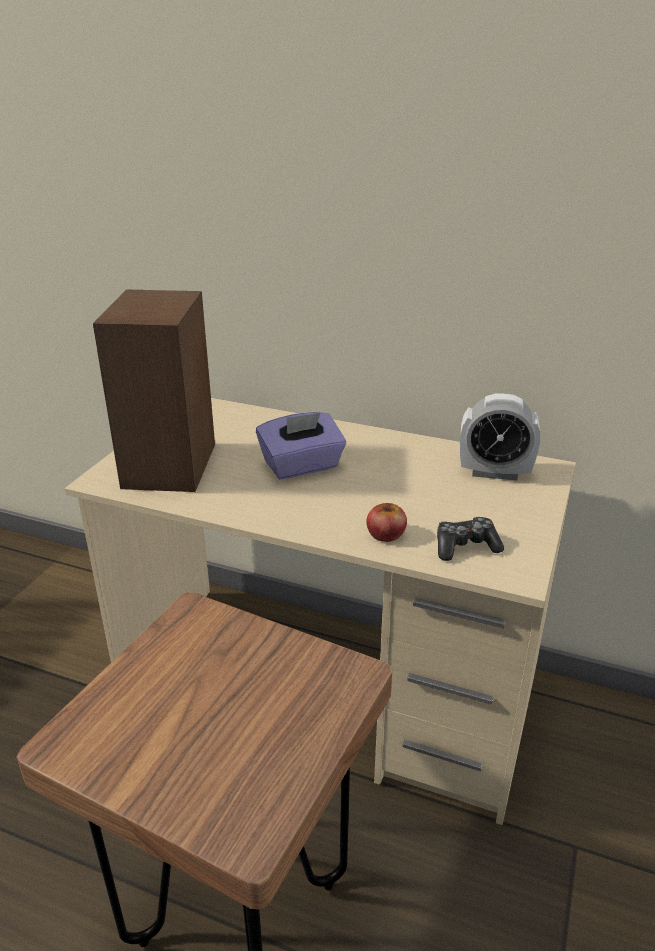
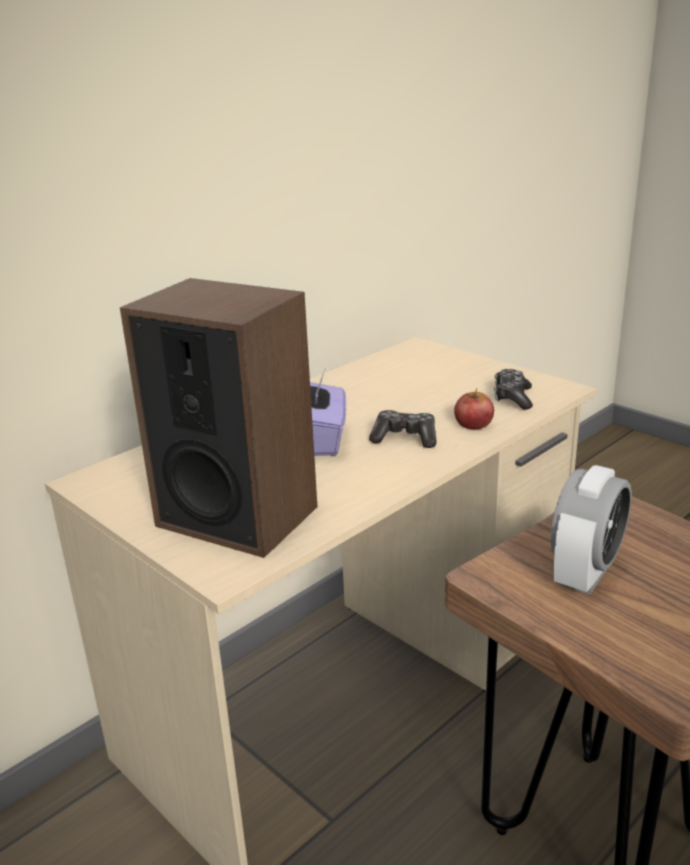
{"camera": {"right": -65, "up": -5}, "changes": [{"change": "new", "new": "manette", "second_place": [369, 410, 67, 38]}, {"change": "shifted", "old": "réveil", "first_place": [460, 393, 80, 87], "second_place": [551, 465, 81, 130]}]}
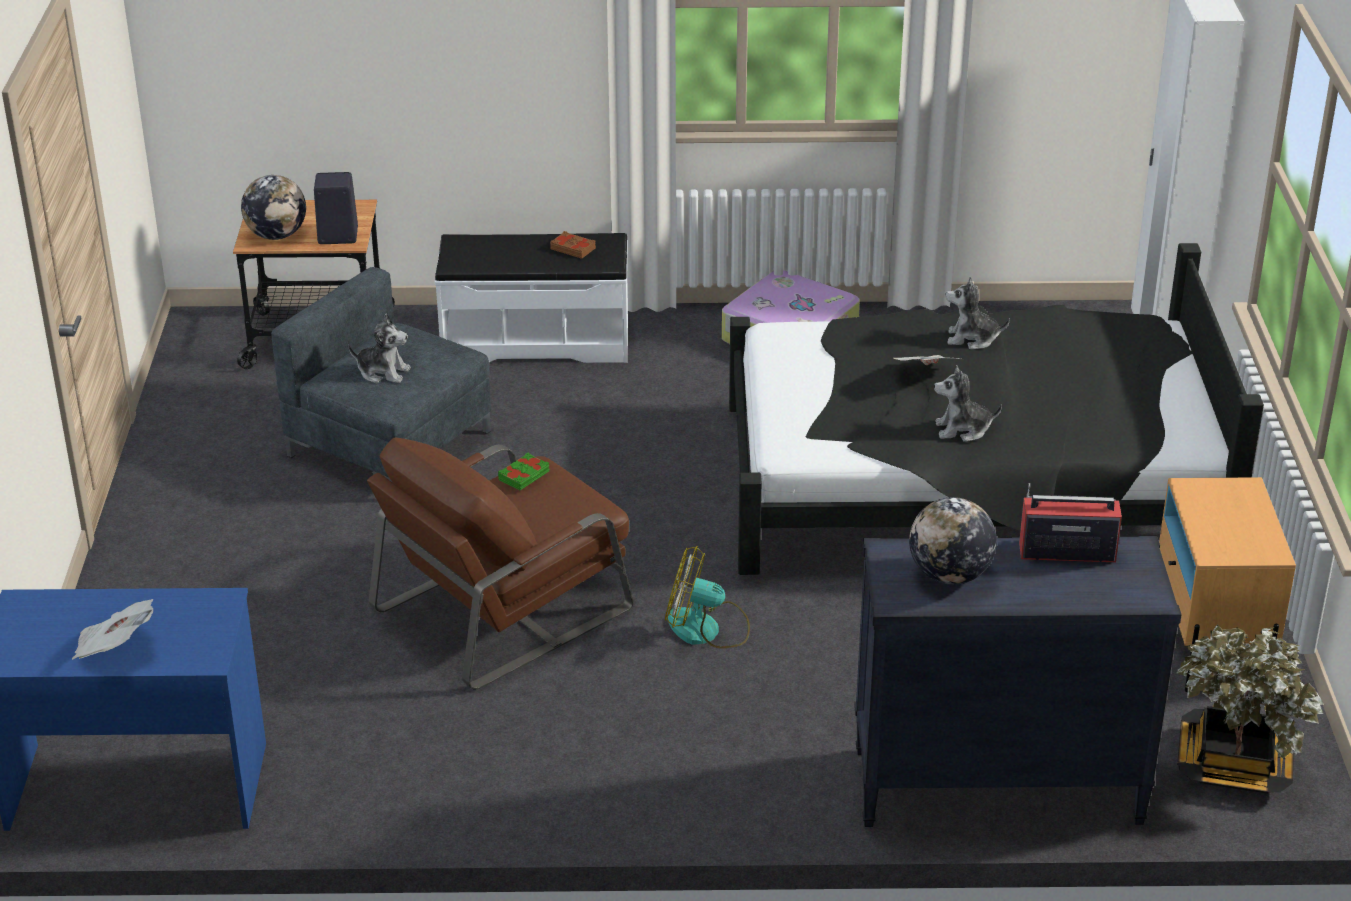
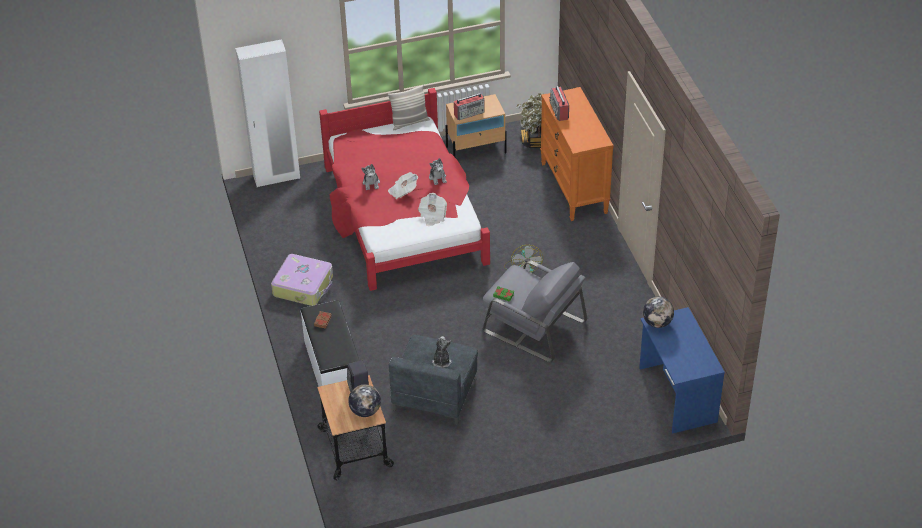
{"camera": {"right": -105, "up": 10}, "changes": [{"change": "new", "new": "coussin", "second_place": [388, 85, 42, 46]}, {"change": "new", "new": "radio", "second_place": [454, 93, 31, 27]}, {"change": "shifted", "old": "journal", "first_place": [72, 599, 82, 61], "second_place": [418, 193, 29, 33]}, {"change": "shifted", "old": "globe", "first_place": [909, 497, 88, 88], "second_place": [643, 297, 31, 31]}, {"change": "repainted", "old": "fauteuil (marron)", "new": "fauteuil (gris)", "first_place": [367, 438, 267, 251], "second_place": [482, 260, 105, 102]}, {"change": "repainted", "old": "lit (noir)", "new": "lit (rouge)", "first_place": [729, 243, 535, 332], "second_place": [319, 88, 171, 203]}, {"change": "repainted", "old": "commode (noir)", "new": "commode (orange)", "first_place": [854, 536, 328, 291], "second_place": [540, 87, 74, 134]}]}
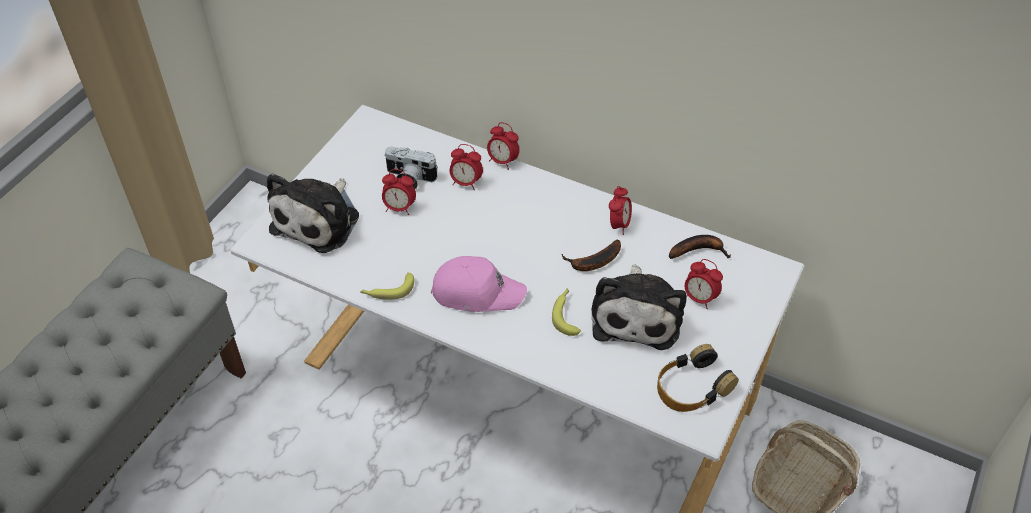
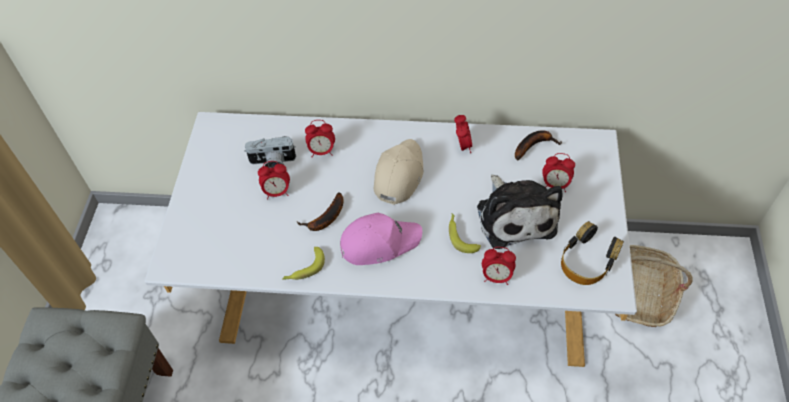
{"camera": {"right": -20, "up": 5}, "changes": [{"change": "gone", "old": "peluche", "first_place": [267, 173, 92, 80]}, {"change": "new", "new": "casquette (beige)", "second_place": [374, 139, 50, 66]}, {"change": "shifted", "old": "réveil", "first_place": [487, 122, 32, 48], "second_place": [482, 247, 34, 38]}, {"change": "shifted", "old": "banane", "first_place": [562, 240, 59, 31], "second_place": [296, 192, 48, 39]}]}
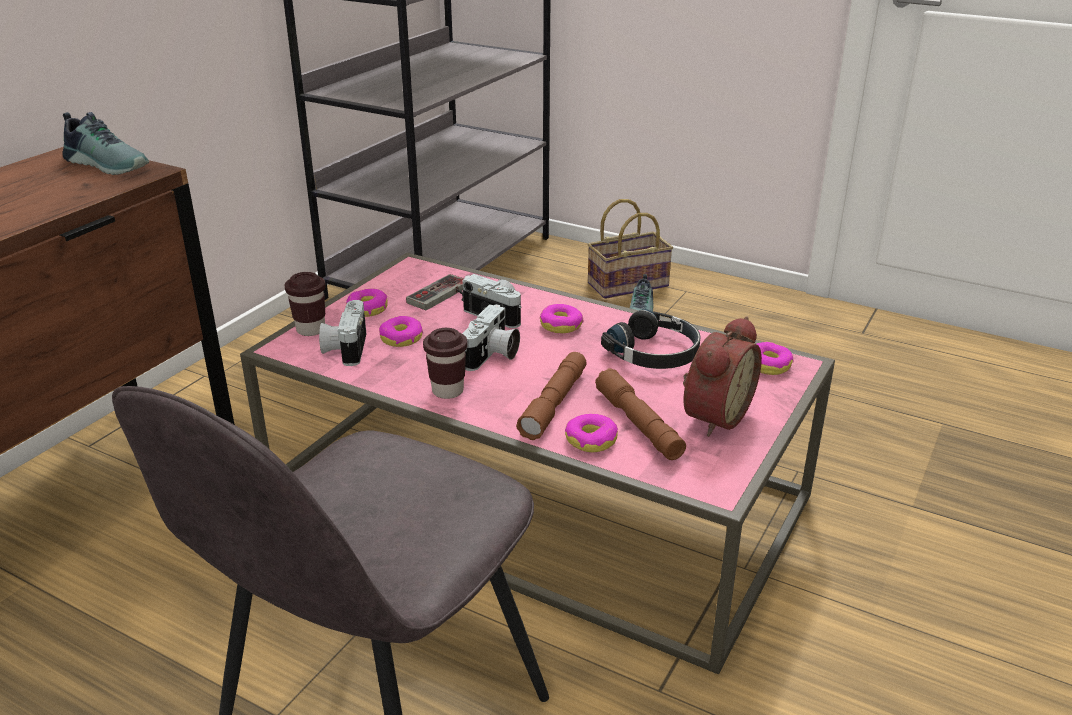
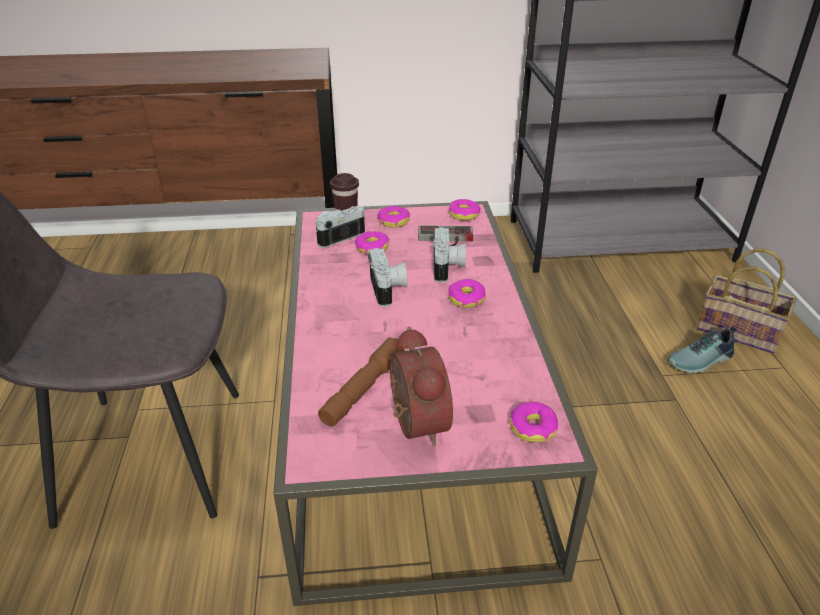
{"camera": {"right": 55, "up": 5}, "changes": [{"change": "gone", "old": "chaussure", "first_place": [63, 112, 86, 63]}, {"change": "gone", "old": "tasse (marron)", "first_place": [423, 328, 45, 71]}, {"change": "gone", "old": "lampe de poche (marron)", "first_place": [516, 352, 70, 88]}, {"change": "gone", "old": "casque audio (noir)", "first_place": [601, 309, 100, 60]}, {"change": "shifted", "old": "beignet", "first_place": [565, 414, 53, 38], "second_place": [449, 199, 32, 21]}, {"change": "rotated", "old": "appareil photo", "first_place": [462, 304, 58, 67], "second_place": [368, 248, 39, 59], "degrees": -90}, {"change": "rotated", "old": "réveil", "first_place": [683, 316, 79, 121], "second_place": [390, 327, 63, 120], "degrees": -105}]}
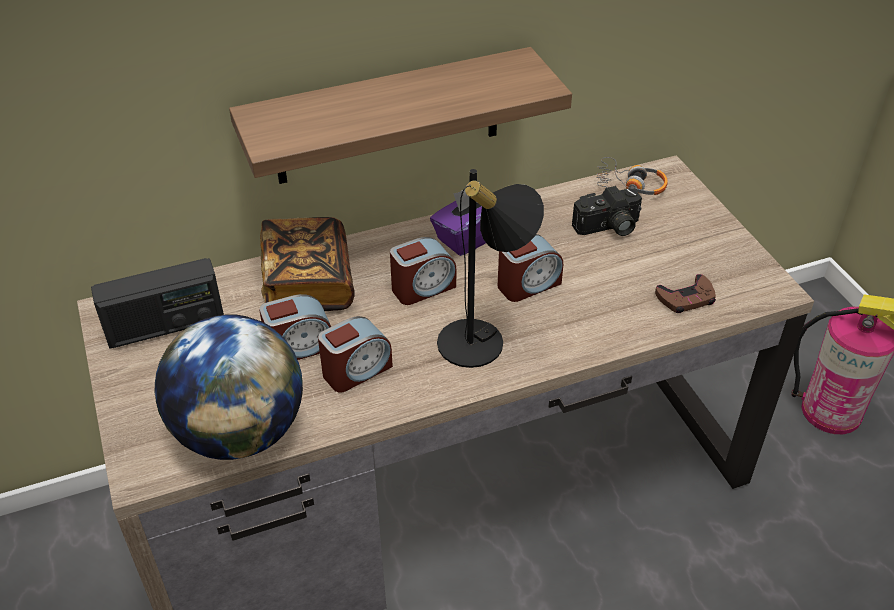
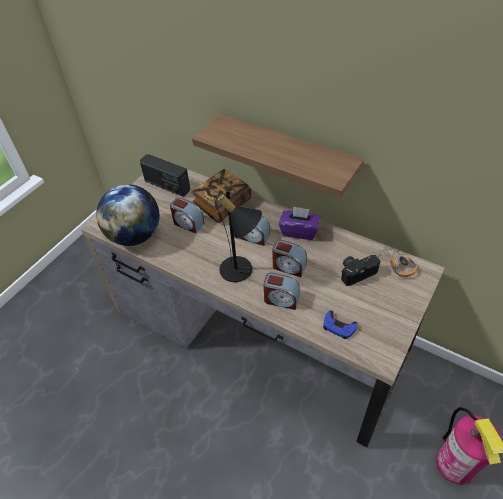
{"camera": {"right": 55, "up": 5}, "changes": [{"change": "shifted", "old": "réveil", "first_place": [318, 316, 75, 77], "second_place": [264, 273, 36, 37]}, {"change": "repainted", "old": "manette (marron)", "new": "manette (bleu)", "first_place": [655, 274, 61, 39], "second_place": [323, 310, 35, 29]}, {"change": "rotated", "old": "appareil photo", "first_place": [572, 186, 70, 50], "second_place": [341, 255, 40, 31], "degrees": 120}]}
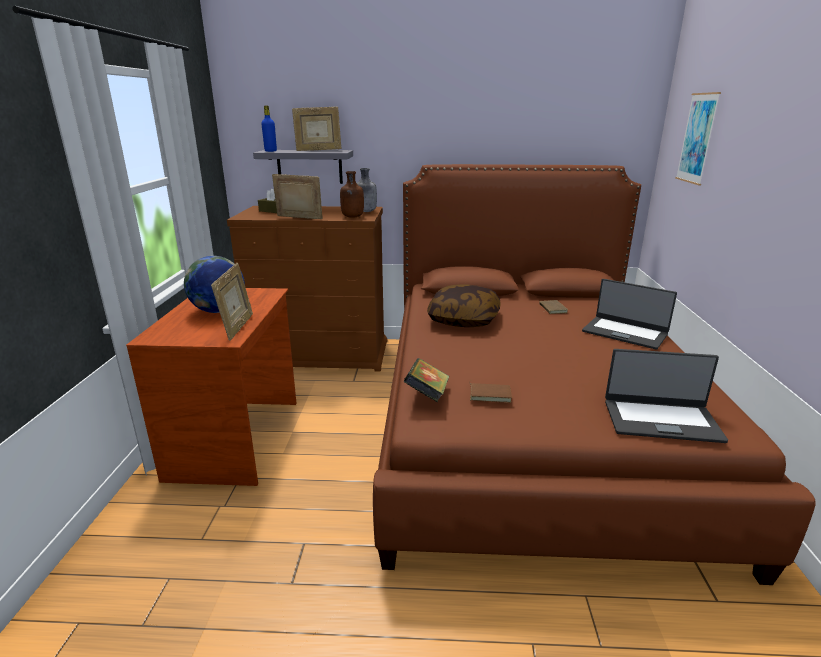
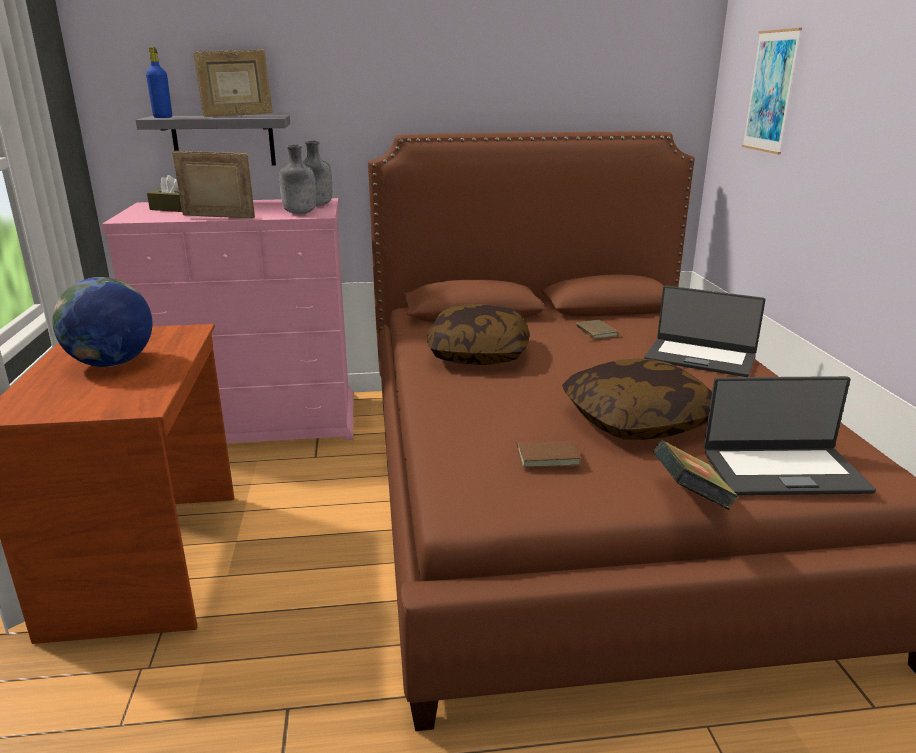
{"camera": {"right": -10, "up": 0}, "changes": [{"change": "gone", "old": "cadre photo", "first_place": [211, 263, 42, 78]}, {"change": "new", "new": "coussin", "second_place": [562, 359, 150, 81]}, {"change": "shifted", "old": "livre", "first_place": [404, 358, 45, 44], "second_place": [653, 441, 86, 69]}, {"change": "repainted", "old": "commode (marron)", "new": "commode (rose)", "first_place": [227, 206, 160, 166], "second_place": [102, 198, 252, 245]}, {"change": "repainted", "old": "bouteille (marron)", "new": "bouteille (gris)", "first_place": [340, 171, 24, 47], "second_place": [279, 145, 37, 69]}]}
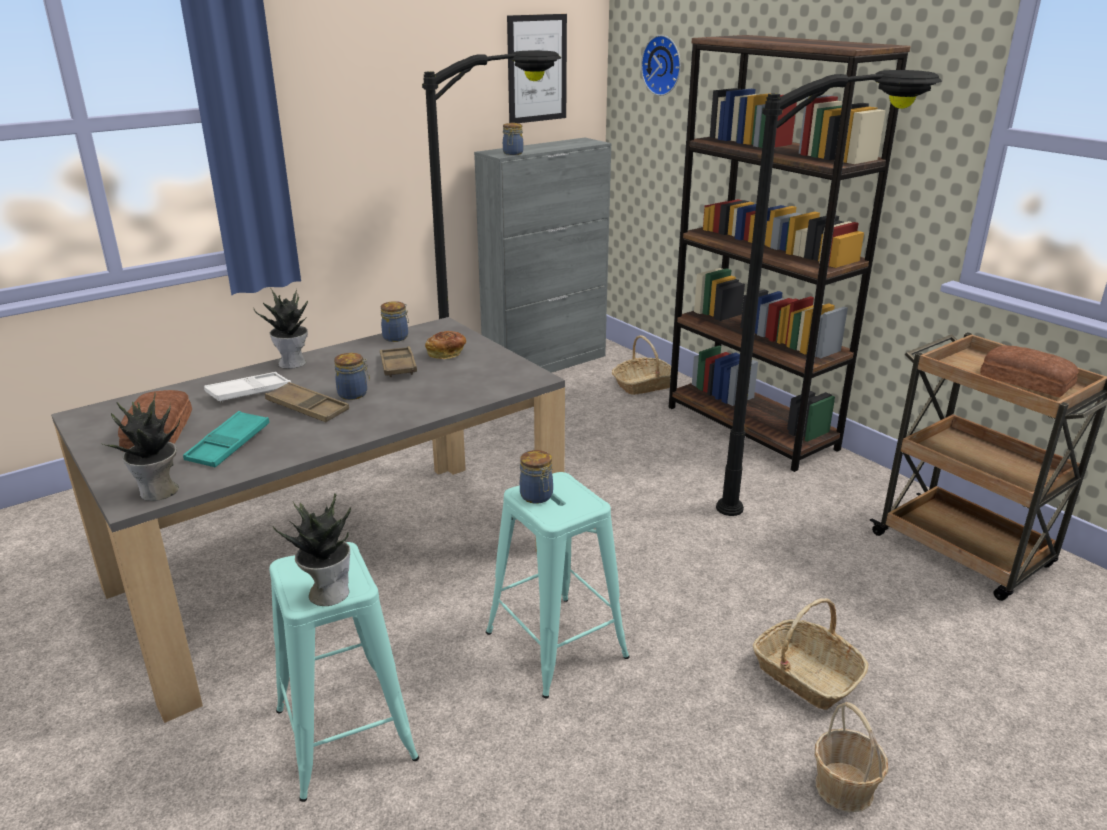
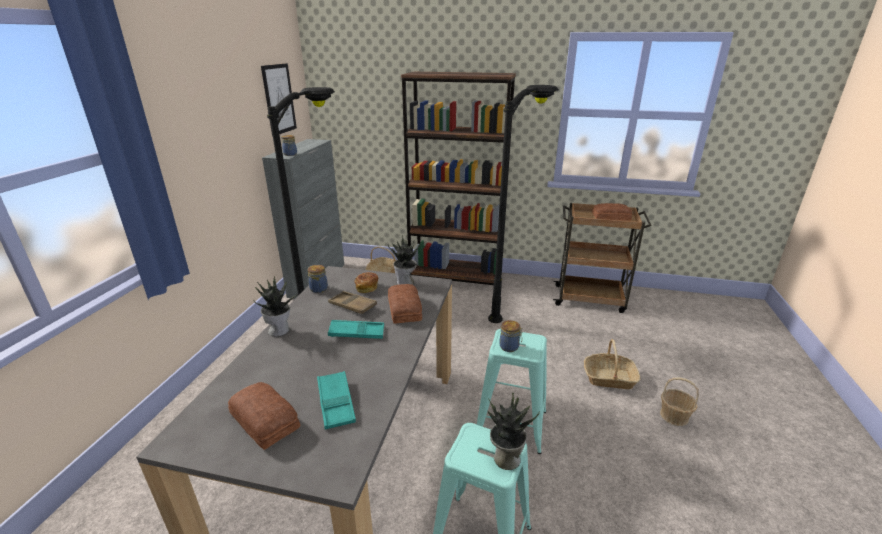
{"camera": {"right": -40, "up": 0}, "changes": [{"change": "gone", "old": "plateau (blanc)", "first_place": [204, 372, 87, 31]}, {"change": "gone", "old": "plateau (marron)", "first_place": [265, 382, 84, 40]}, {"change": "gone", "old": "horloge murale", "first_place": [641, 35, 40, 61]}, {"change": "new", "new": "pain", "second_place": [388, 284, 34, 39]}, {"change": "shifted", "old": "plante en pot", "first_place": [103, 394, 77, 107], "second_place": [388, 236, 32, 49]}, {"change": "swapped", "old": "bocal", "new": "plateau (turquoise)", "first_place": [334, 353, 36, 47], "second_place": [328, 320, 56, 19]}]}
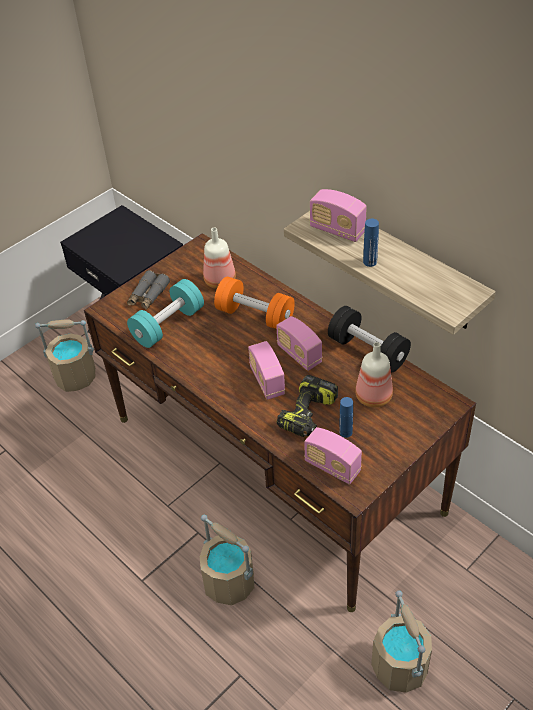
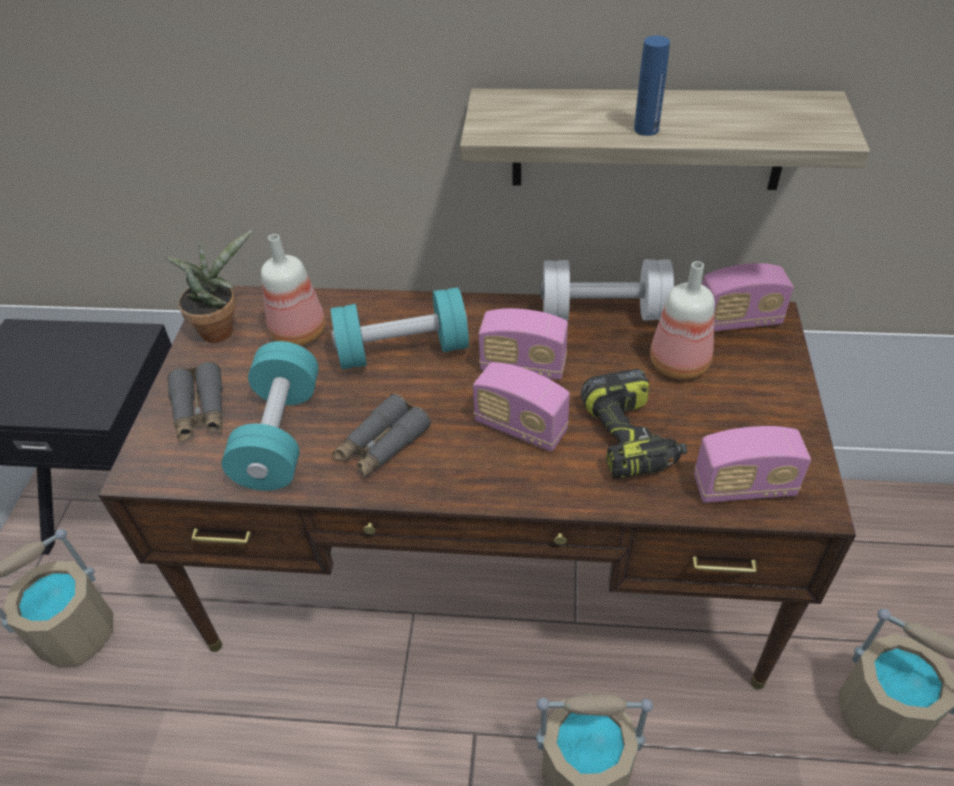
{"camera": {"right": -40, "up": 0}, "changes": [{"change": "gone", "old": "bouteille (bleu)", "first_place": [339, 397, 14, 41]}, {"change": "new", "new": "plante en pot", "second_place": [164, 230, 88, 113]}, {"change": "new", "new": "jumelles (gris)", "second_place": [332, 394, 99, 84]}, {"change": "shifted", "old": "radio", "first_place": [310, 189, 57, 53], "second_place": [702, 263, 92, 69]}, {"change": "repainted", "old": "haltère (orange)", "new": "haltère (turquoise)", "first_place": [214, 277, 81, 52], "second_place": [331, 287, 138, 82]}, {"change": "repainted", "old": "haltère (noir)", "new": "haltère (blanc)", "first_place": [328, 306, 83, 66], "second_place": [541, 260, 133, 61]}]}
